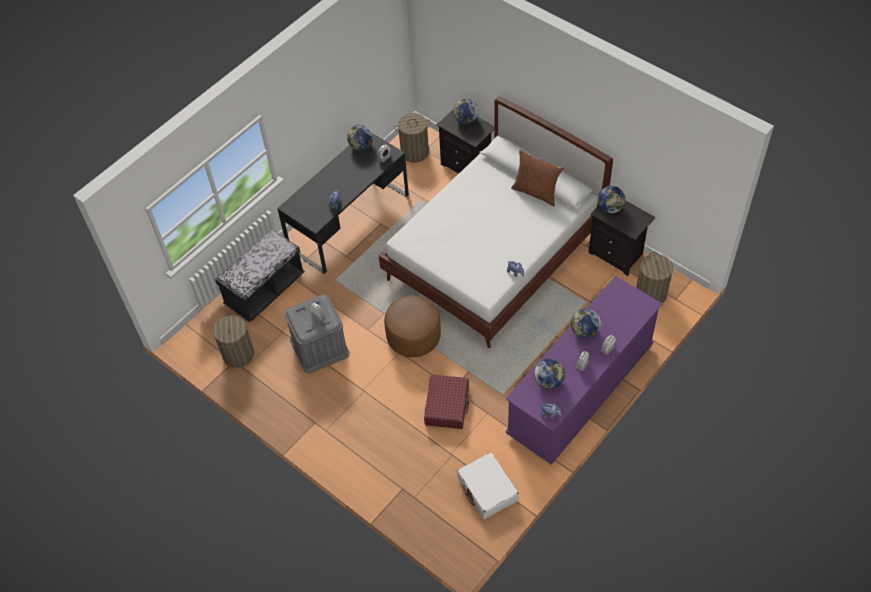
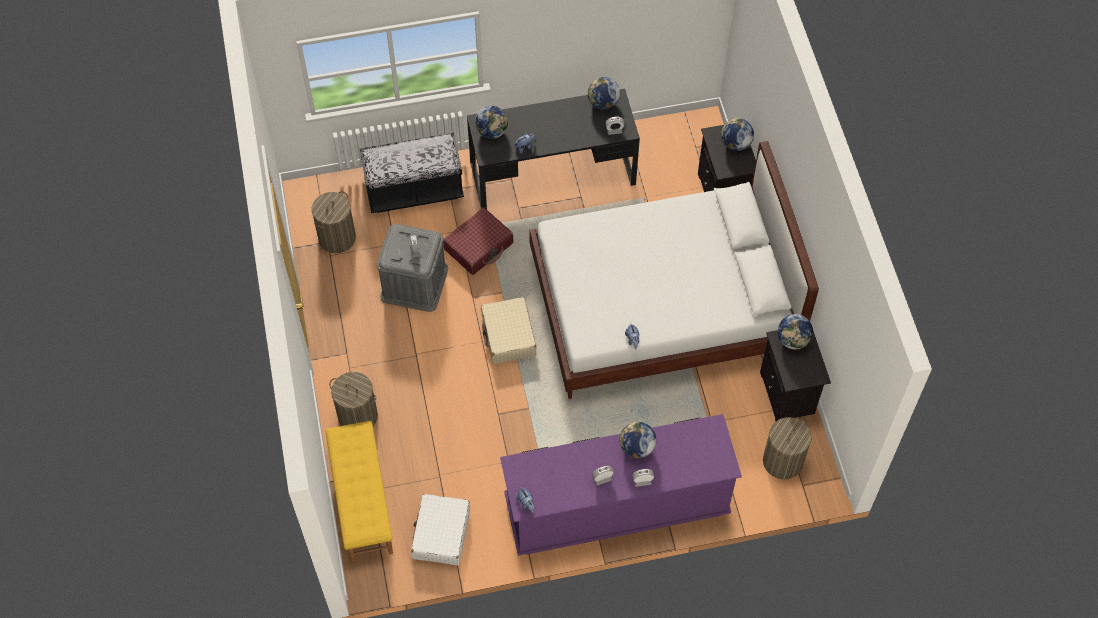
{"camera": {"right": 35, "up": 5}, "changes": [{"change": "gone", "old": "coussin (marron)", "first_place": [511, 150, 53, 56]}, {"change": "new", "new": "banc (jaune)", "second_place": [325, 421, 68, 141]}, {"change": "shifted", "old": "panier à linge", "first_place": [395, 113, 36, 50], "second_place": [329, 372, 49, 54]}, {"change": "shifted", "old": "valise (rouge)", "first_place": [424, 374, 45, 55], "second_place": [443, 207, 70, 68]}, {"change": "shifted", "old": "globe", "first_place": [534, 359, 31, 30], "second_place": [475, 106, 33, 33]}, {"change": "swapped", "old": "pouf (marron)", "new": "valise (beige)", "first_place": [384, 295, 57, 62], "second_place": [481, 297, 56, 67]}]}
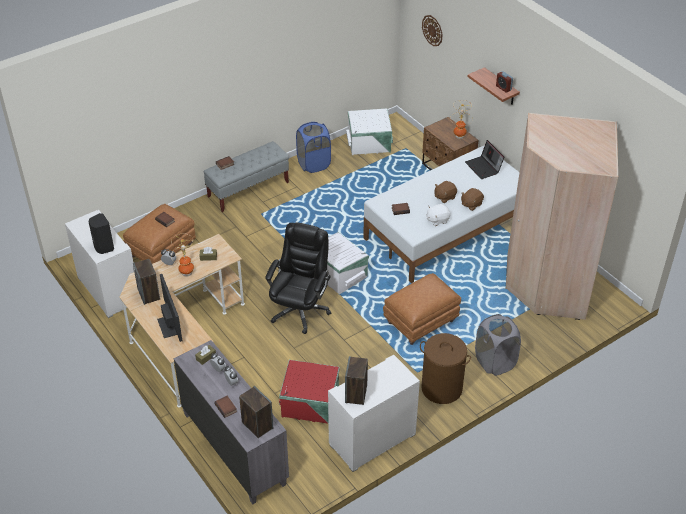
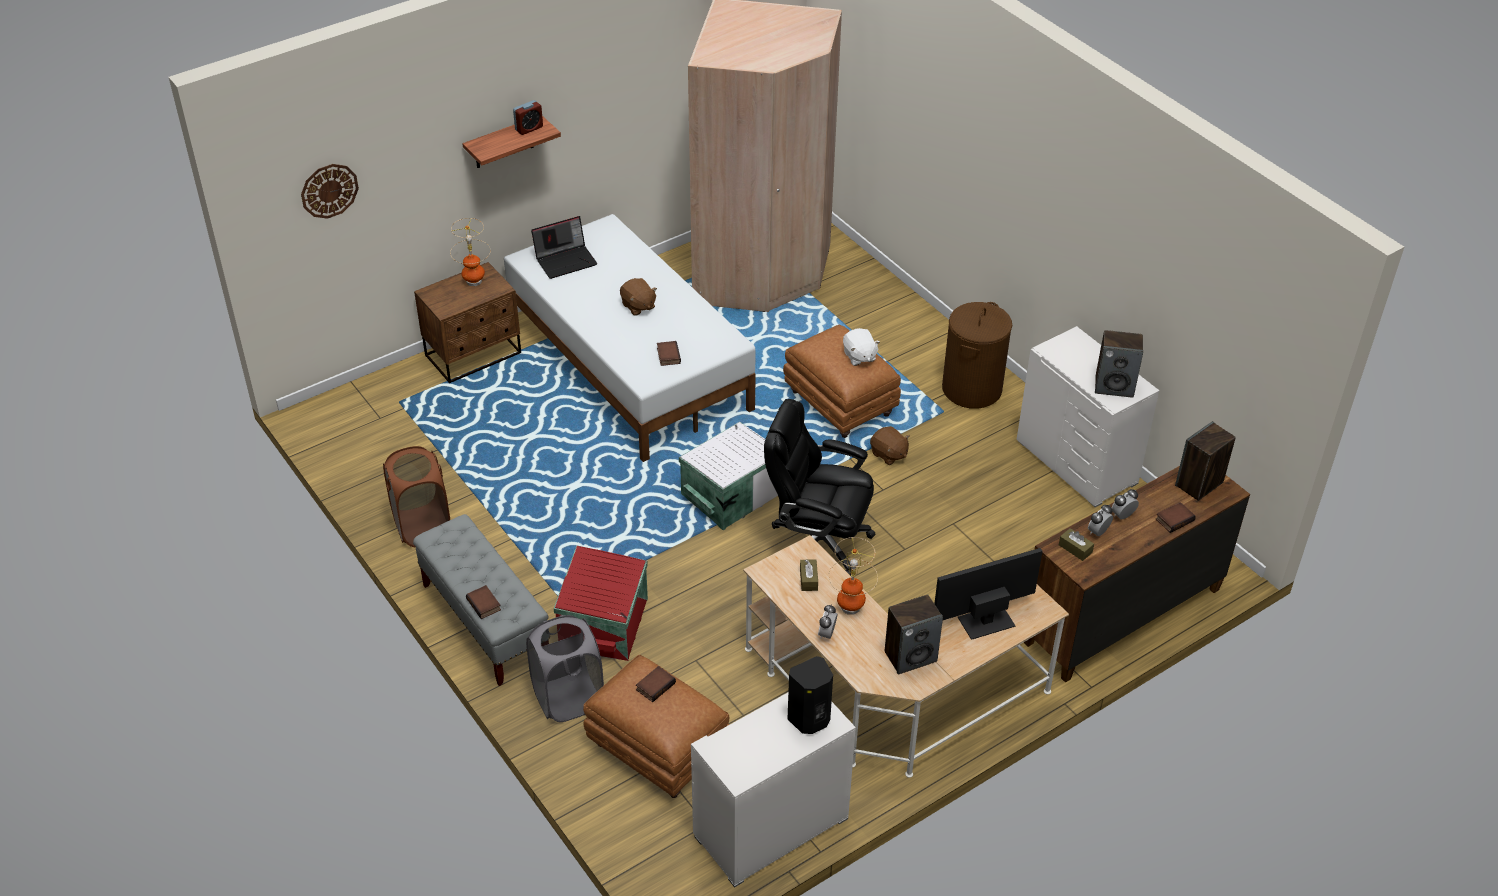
{"camera": {"right": -90, "up": 0}, "changes": [{"change": "gone", "old": "boîte de rangement (blanc)", "first_place": [346, 108, 47, 47]}, {"change": "shifted", "old": "boîte de rangement (rouge)", "first_place": [279, 360, 61, 64], "second_place": [554, 545, 94, 116]}, {"change": "shifted", "old": "peluche (blanc)", "first_place": [426, 204, 24, 22], "second_place": [843, 328, 37, 38]}, {"change": "shifted", "old": "peluche (marron)", "first_place": [461, 188, 23, 23], "second_place": [870, 426, 39, 39]}, {"change": "shifted", "old": "panier à linge (gris)", "first_place": [475, 314, 46, 62], "second_place": [526, 615, 78, 107]}, {"change": "repainted", "old": "commode (gris)", "new": "commode (marron)", "first_place": [174, 340, 115, 164], "second_place": [1024, 466, 226, 217]}, {"change": "repainted", "old": "panier à linge (bleu)", "new": "panier à linge (marron)", "first_place": [296, 122, 35, 51], "second_place": [383, 446, 67, 101]}]}
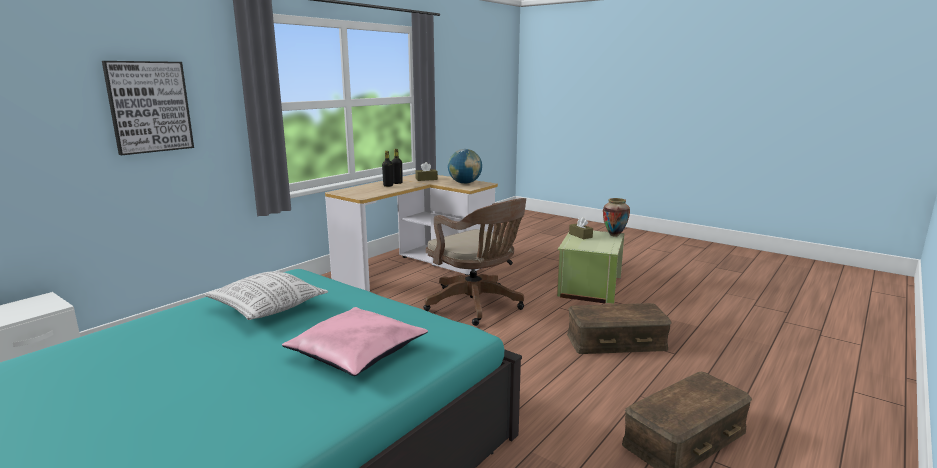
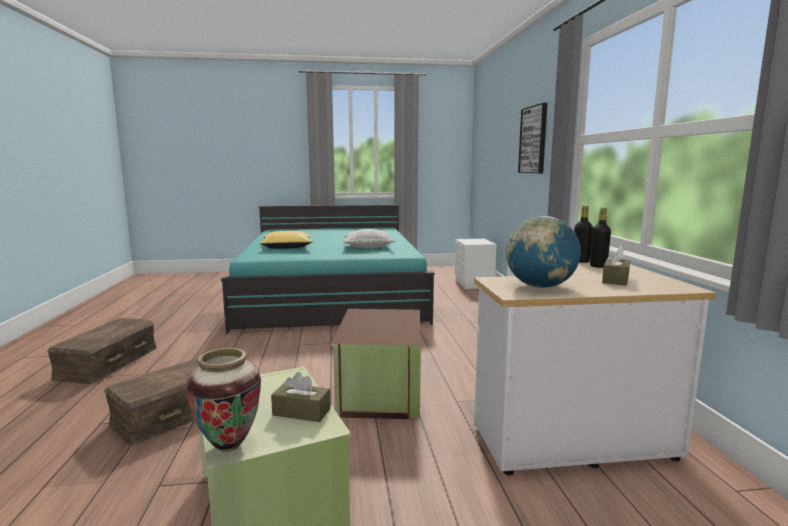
{"camera": {"right": 135, "up": -5}, "changes": [{"change": "swapped", "old": "chaise de bureau (marron)", "new": "boîte de rangement (marron)", "first_place": [423, 198, 103, 128], "second_place": [331, 309, 90, 110]}, {"change": "repainted", "old": "coussin (rose)", "new": "coussin (jaune)", "first_place": [282, 307, 146, 69], "second_place": [259, 231, 53, 18]}]}
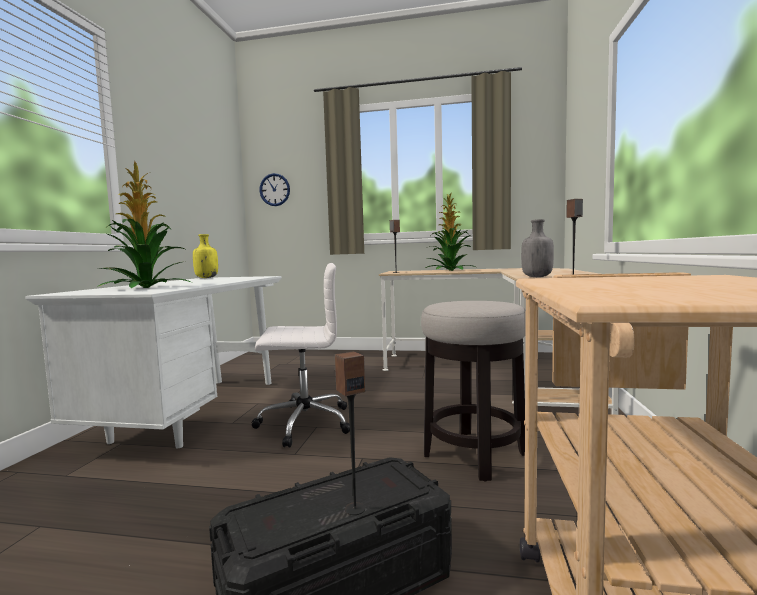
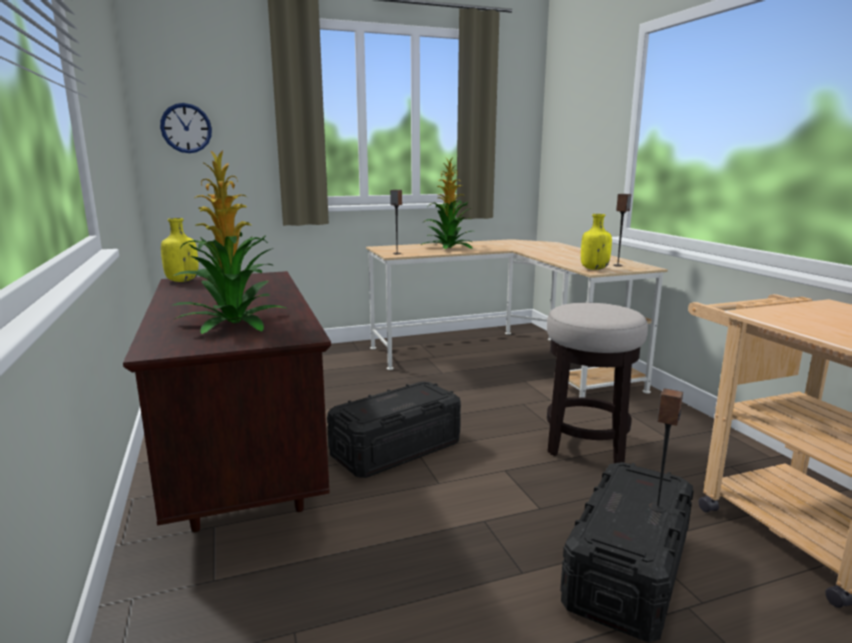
{"camera": {"right": -30, "up": 10}, "changes": [{"change": "swapped", "old": "chaise de bureau (blanc)", "new": "boîte de rangement (noir)", "first_place": [251, 263, 99, 185], "second_place": [327, 382, 134, 96]}, {"change": "repainted", "old": "bureau (blanc)", "new": "bureau (marron)", "first_place": [25, 276, 257, 172], "second_place": [123, 271, 208, 261]}, {"change": "repainted", "old": "bouteille (gris)", "new": "bouteille (jaune)", "first_place": [521, 219, 33, 58], "second_place": [581, 214, 31, 56]}]}
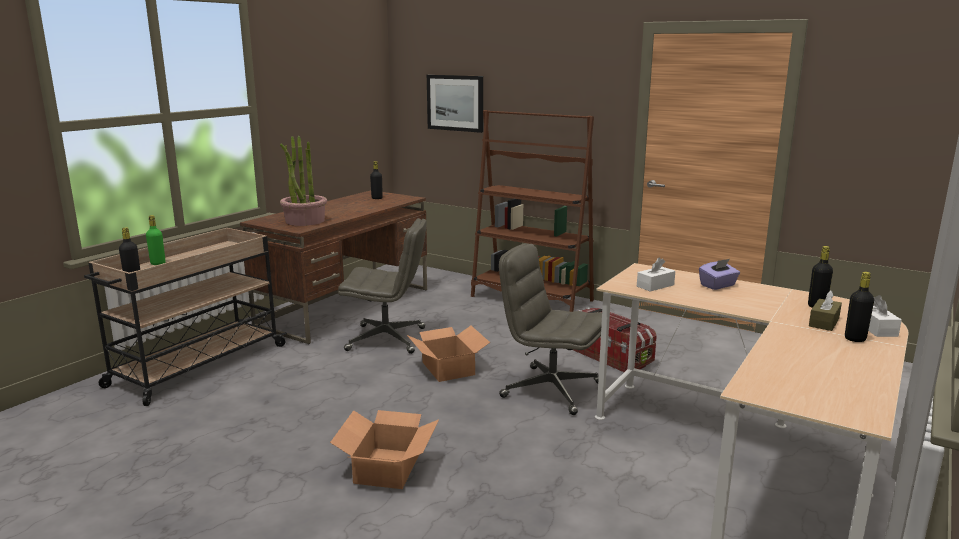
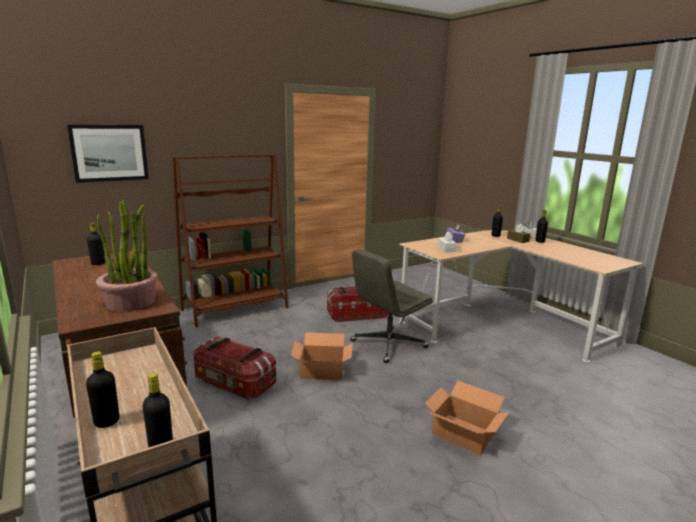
{"camera": {"right": -65, "up": 0}, "changes": [{"change": "swapped", "old": "chaise de bureau (gris)", "new": "boîte de rangement", "first_place": [338, 218, 89, 136], "second_place": [193, 336, 83, 63]}, {"change": "repainted", "old": "bouteille (vert)", "new": "bouteille (noir)", "first_place": [146, 215, 20, 50], "second_place": [86, 351, 33, 77]}]}
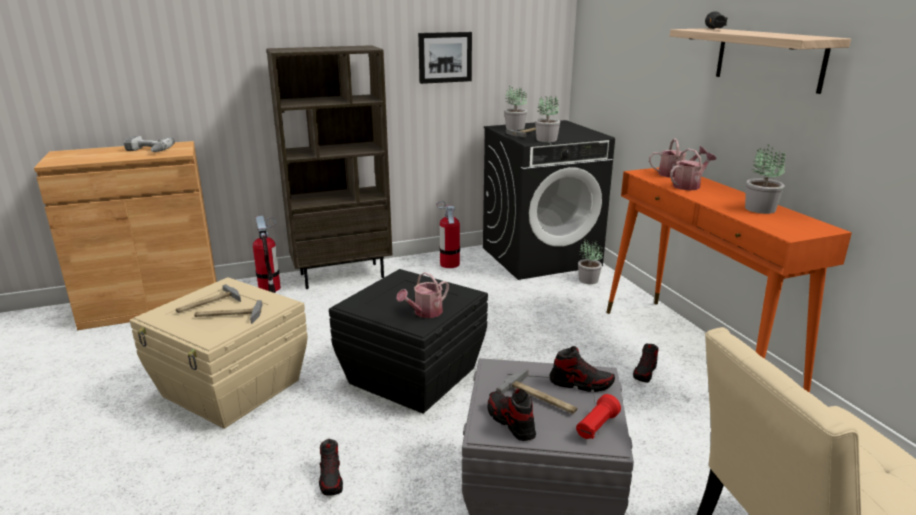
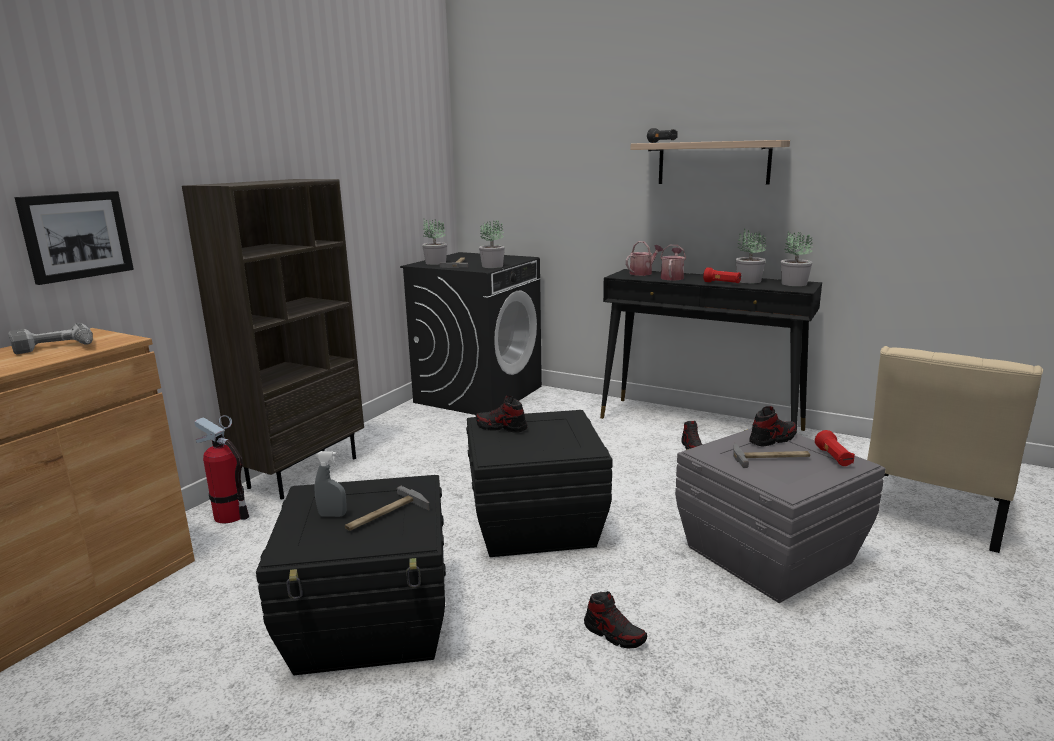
{"camera": {"right": -40, "up": -5}, "changes": [{"change": "gone", "old": "arrosoir", "first_place": [396, 272, 53, 46]}, {"change": "gone", "old": "extincteur", "first_place": [437, 201, 23, 67]}, {"change": "new", "new": "lampe de poche (rouge)", "second_place": [703, 267, 38, 16]}, {"change": "shifted", "old": "tableau", "first_place": [418, 32, 54, 52], "second_place": [14, 191, 120, 94]}, {"change": "shifted", "old": "chaussure", "first_place": [488, 389, 48, 52], "second_place": [476, 396, 52, 37]}, {"change": "shifted", "old": "plante en pot", "first_place": [578, 239, 25, 45], "second_place": [781, 232, 32, 54]}, {"change": "swapped", "old": "marteau", "new": "vaporisateur (gris)", "first_place": [176, 284, 65, 29], "second_place": [314, 451, 33, 66]}, {"change": "repainted", "old": "boîte de rangement (beige)", "new": "boîte de rangement (noir)", "first_place": [130, 277, 178, 152], "second_place": [256, 475, 190, 200]}, {"change": "repainted", "old": "table console (orange)", "new": "table console (noir)", "first_place": [606, 167, 246, 226], "second_place": [600, 269, 222, 165]}]}
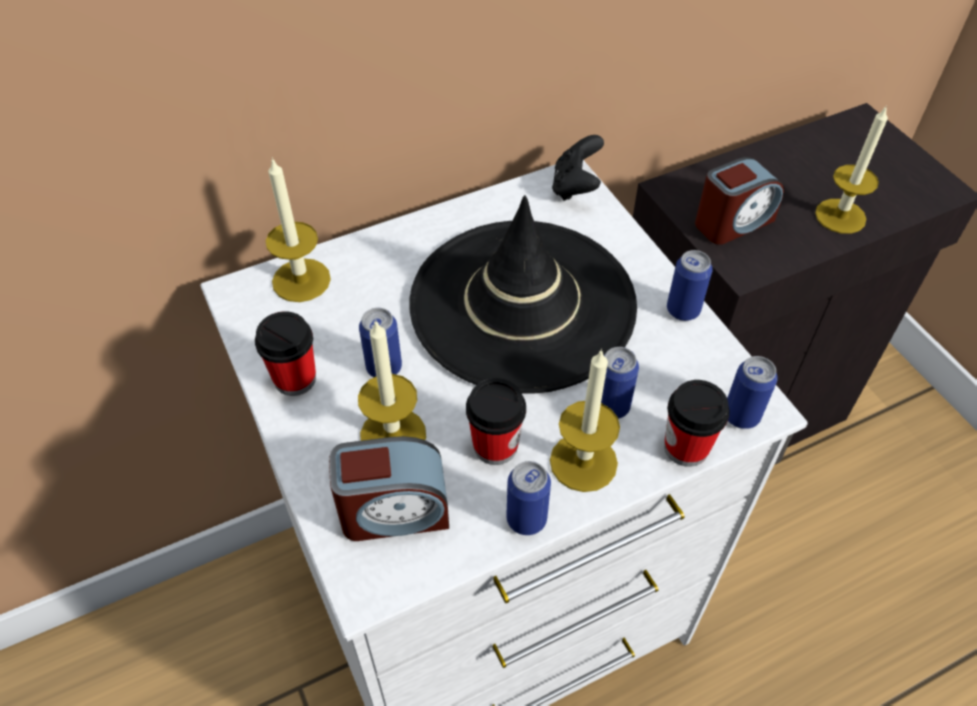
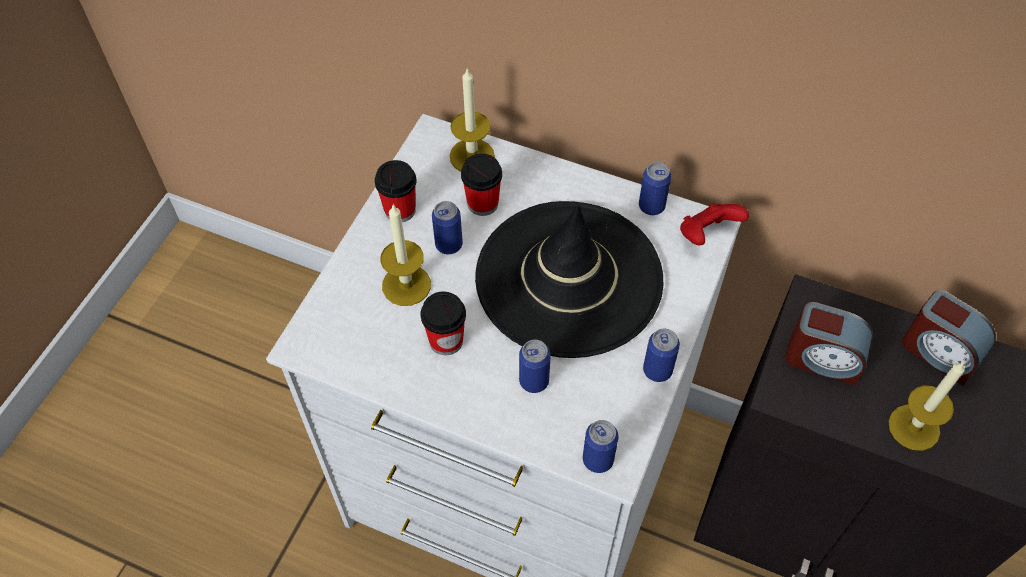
{"camera": {"right": 50, "up": 5}, "changes": [{"change": "gone", "old": "bougie", "first_place": [550, 349, 70, 143]}, {"change": "shifted", "old": "réveil", "first_place": [329, 436, 120, 105], "second_place": [902, 290, 94, 96]}, {"change": "shifted", "old": "boîte métallique", "first_place": [506, 461, 45, 74], "second_place": [639, 162, 32, 53]}, {"change": "shifted", "old": "tasse", "first_place": [664, 380, 66, 87], "second_place": [461, 153, 41, 63]}, {"change": "repainted", "old": "manette (noir)", "new": "manette (rouge)", "first_place": [552, 135, 52, 66], "second_place": [680, 203, 69, 43]}]}
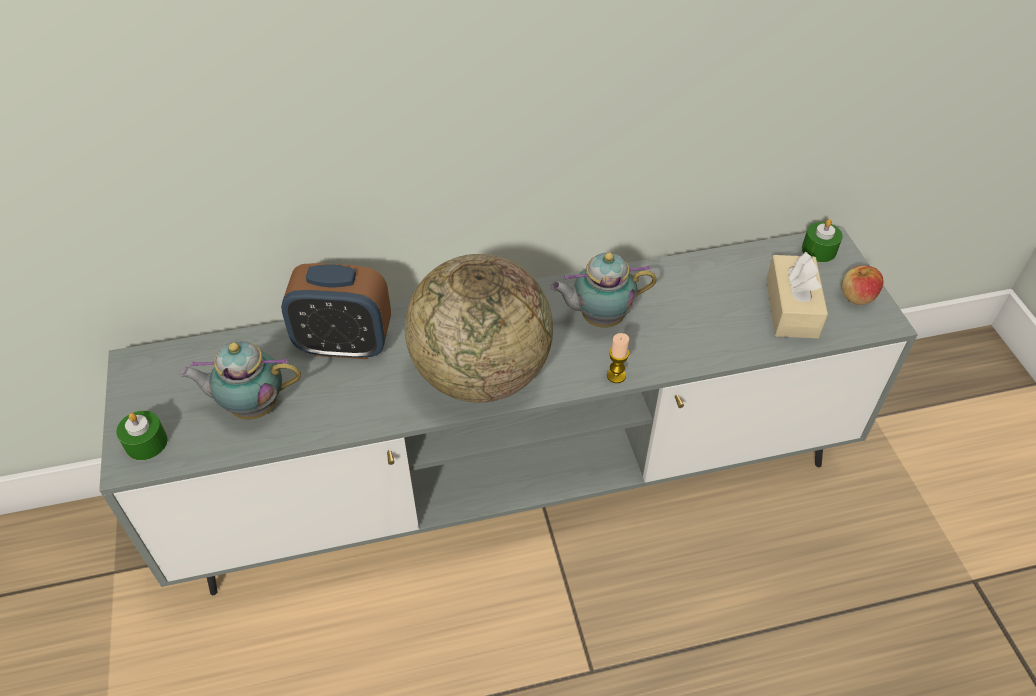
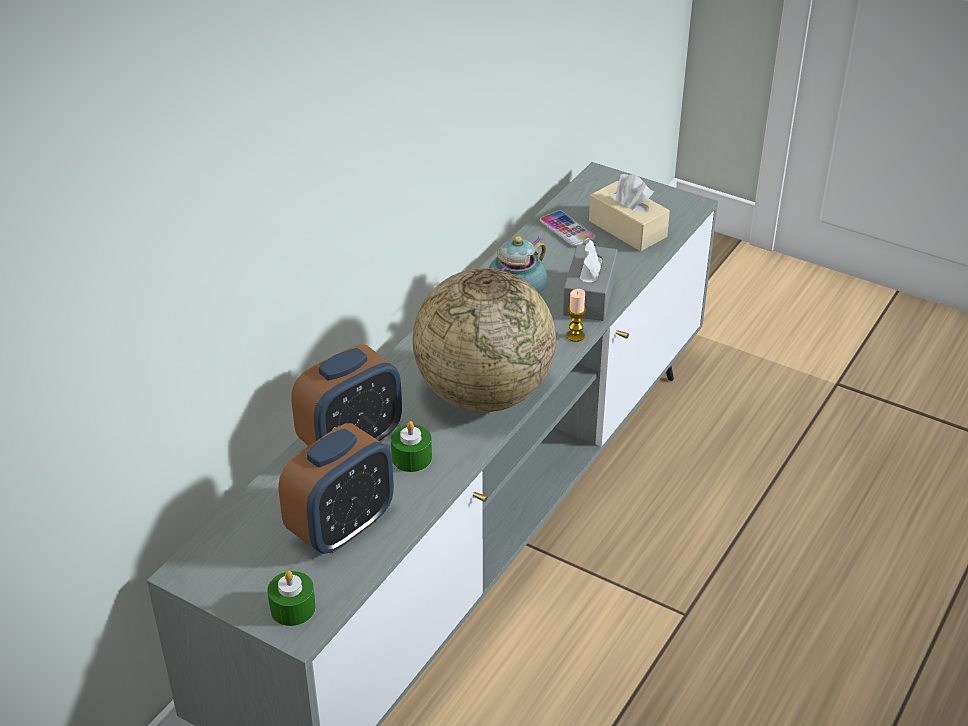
{"camera": {"right": -45, "up": -10}, "changes": [{"change": "gone", "old": "pomme", "first_place": [842, 265, 42, 40]}, {"change": "new", "new": "téléphone", "second_place": [540, 210, 56, 37]}, {"change": "new", "new": "boîte à mouchoirs (gris)", "second_place": [563, 238, 55, 83]}, {"change": "shifted", "old": "bougie (vert)", "first_place": [802, 219, 41, 43], "second_place": [391, 421, 41, 51]}, {"change": "swapped", "old": "théière", "new": "réveil", "first_place": [180, 341, 121, 79], "second_place": [278, 423, 116, 131]}]}
